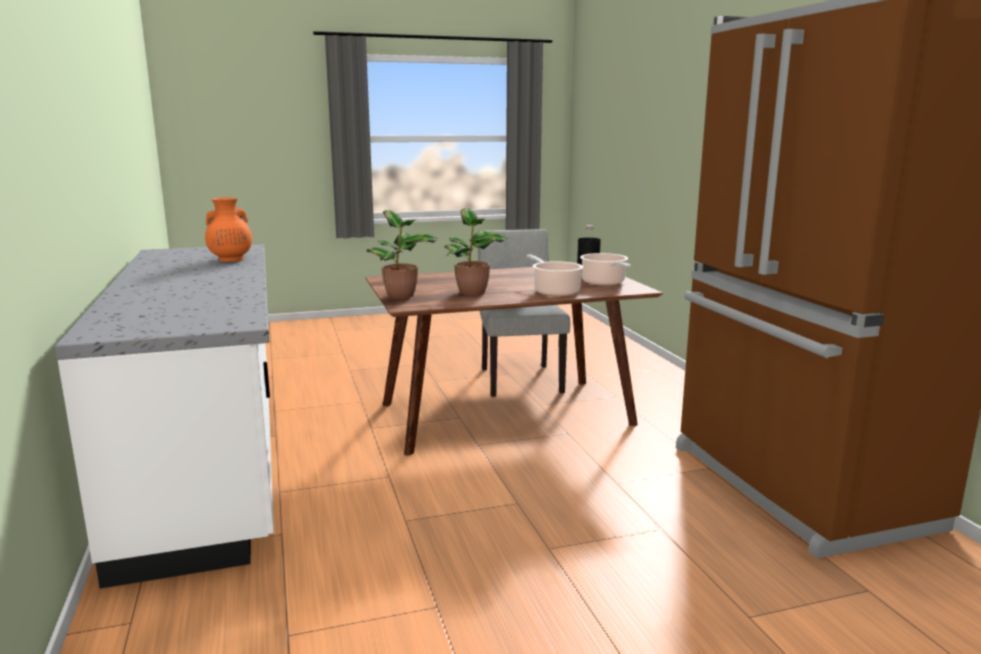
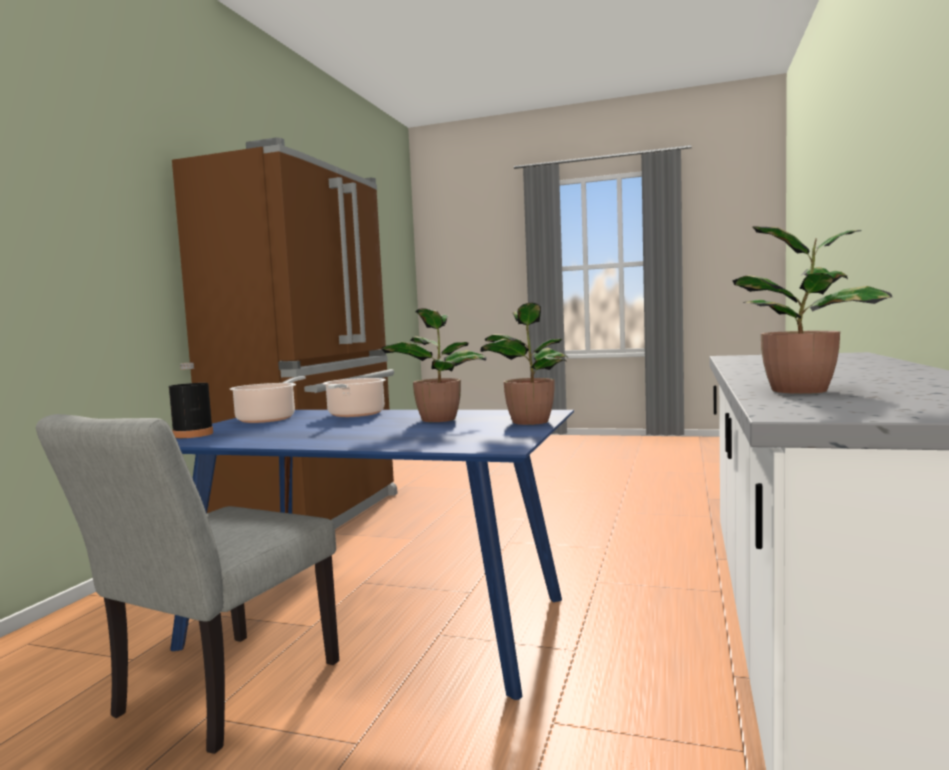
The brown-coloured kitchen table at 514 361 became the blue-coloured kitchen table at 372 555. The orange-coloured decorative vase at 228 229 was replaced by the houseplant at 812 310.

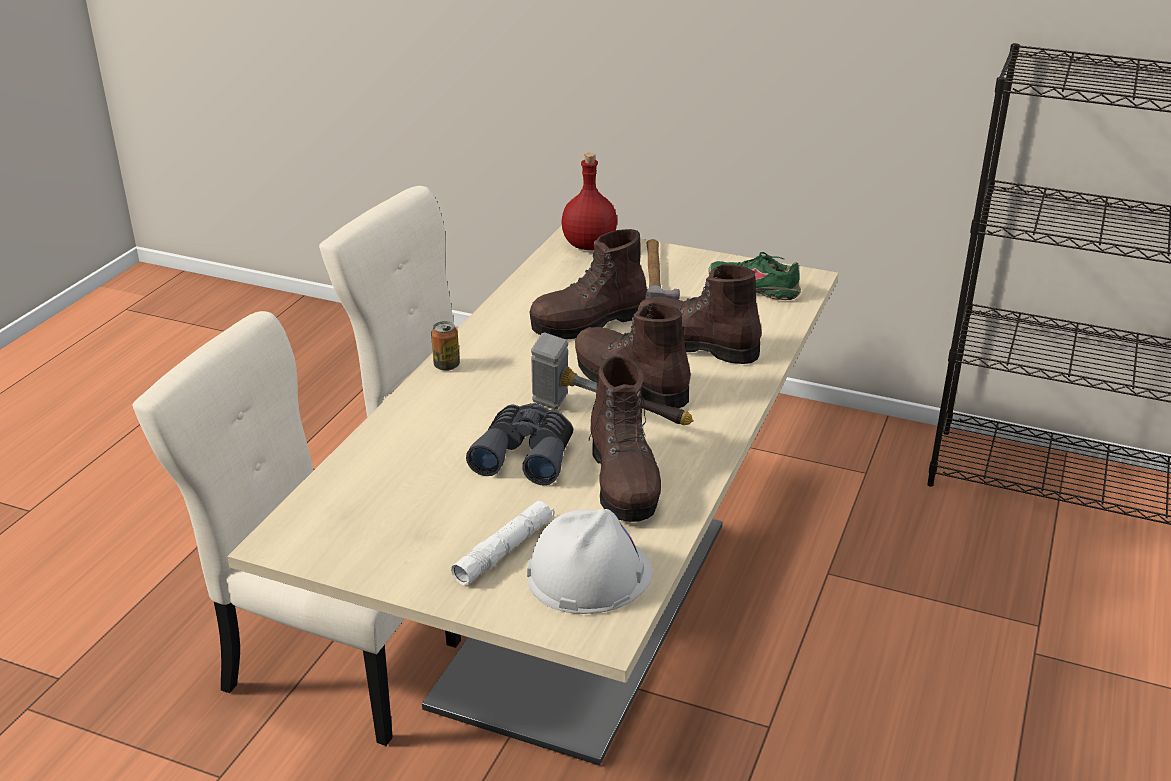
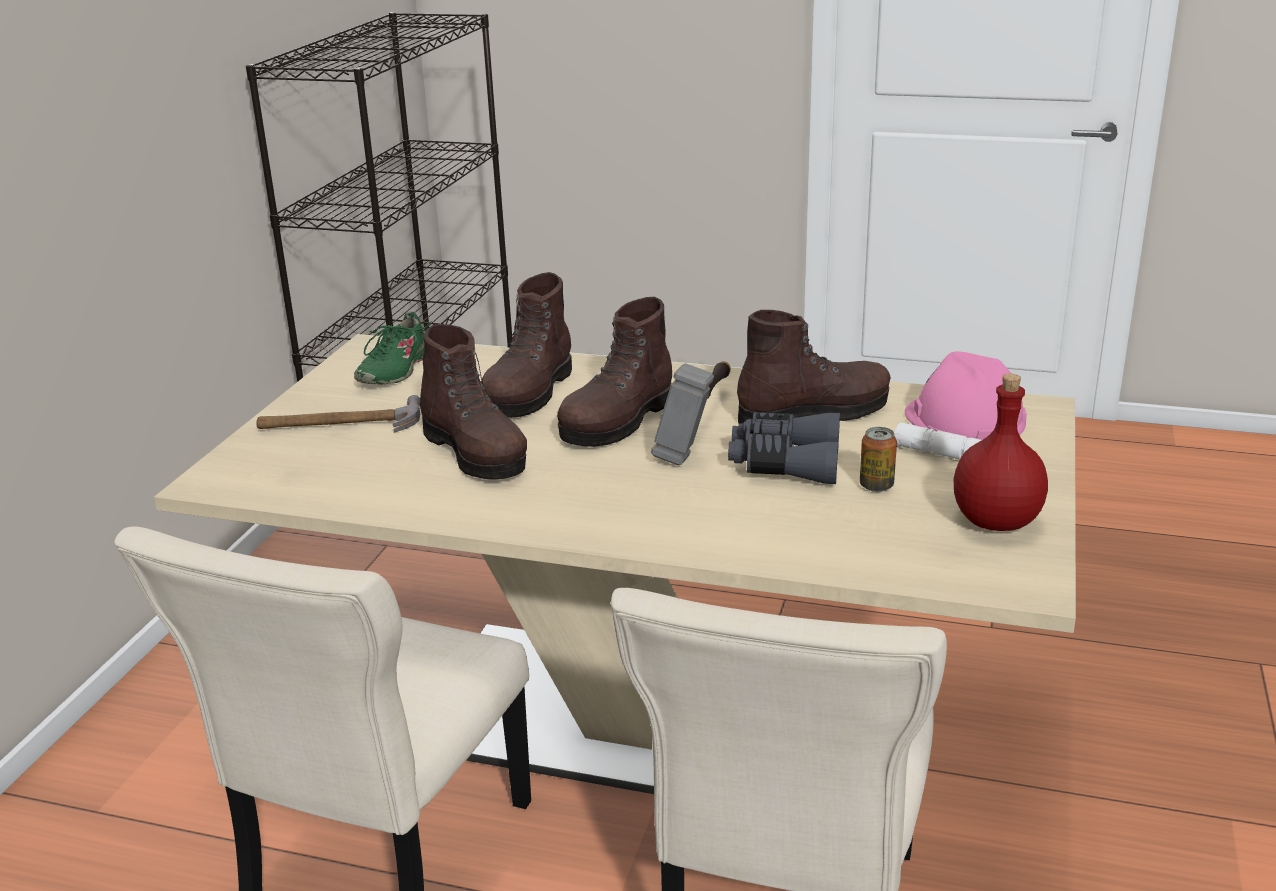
The sealed can moved from 445 346 to 878 459. The white-coloured safety helmet at 590 561 became the pinkish safety helmet at 966 395. The red bottle moved from 589 201 to 1001 452.

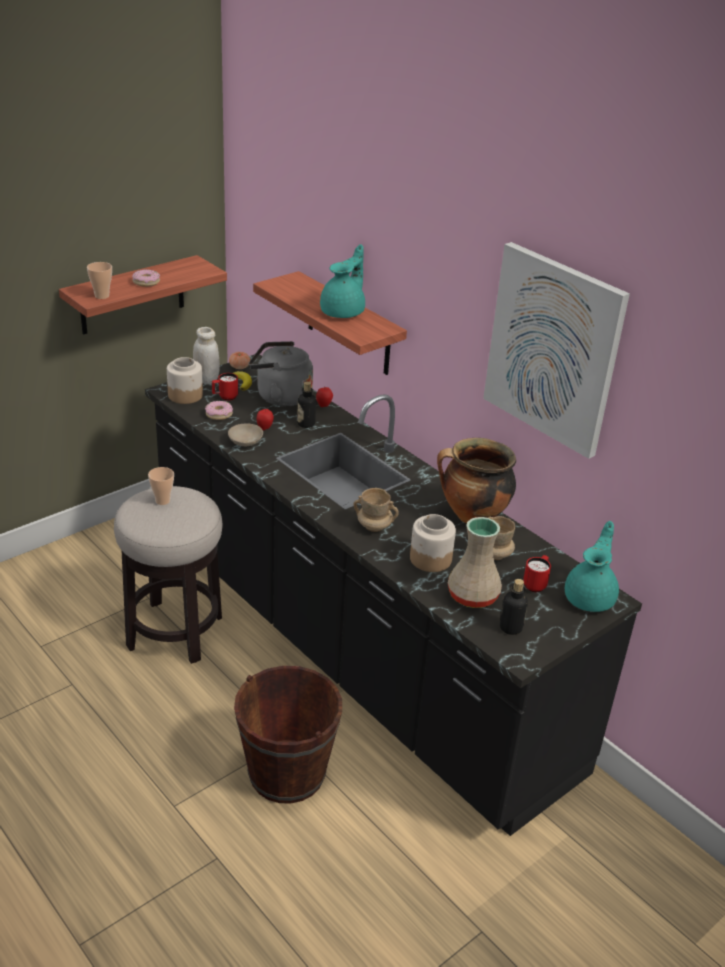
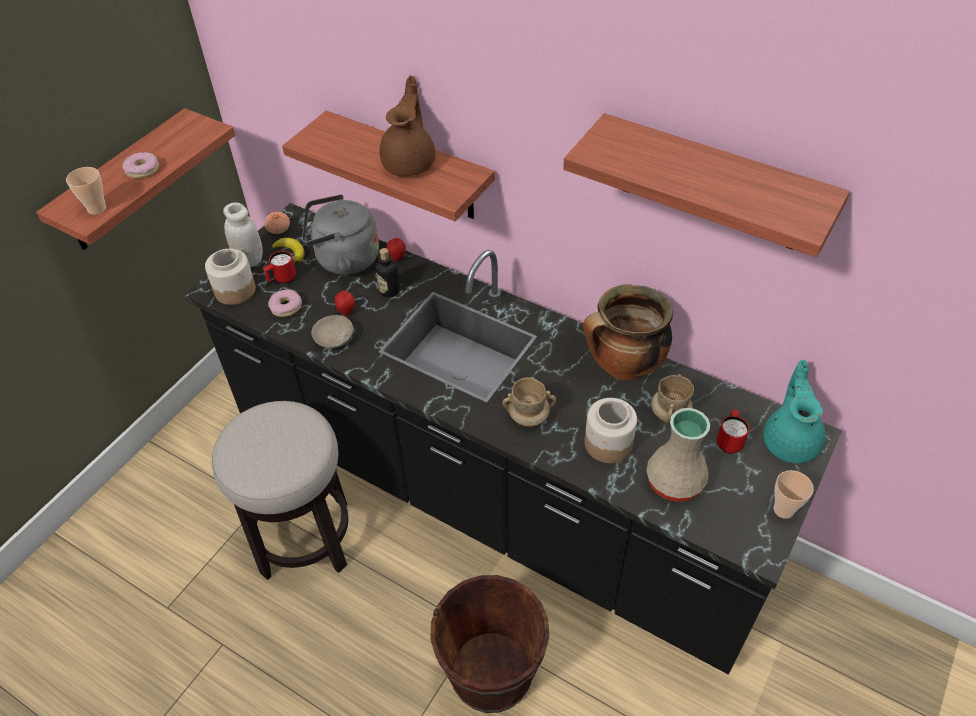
The turquoise-coloured pot for tea at 342 281 became the brown-coloured pot for tea at 408 125. The wall art at 556 350 was replaced by the wall shelf at 706 185. The cup moved from 161 486 to 794 494. The bottle at 514 607 disappeared.

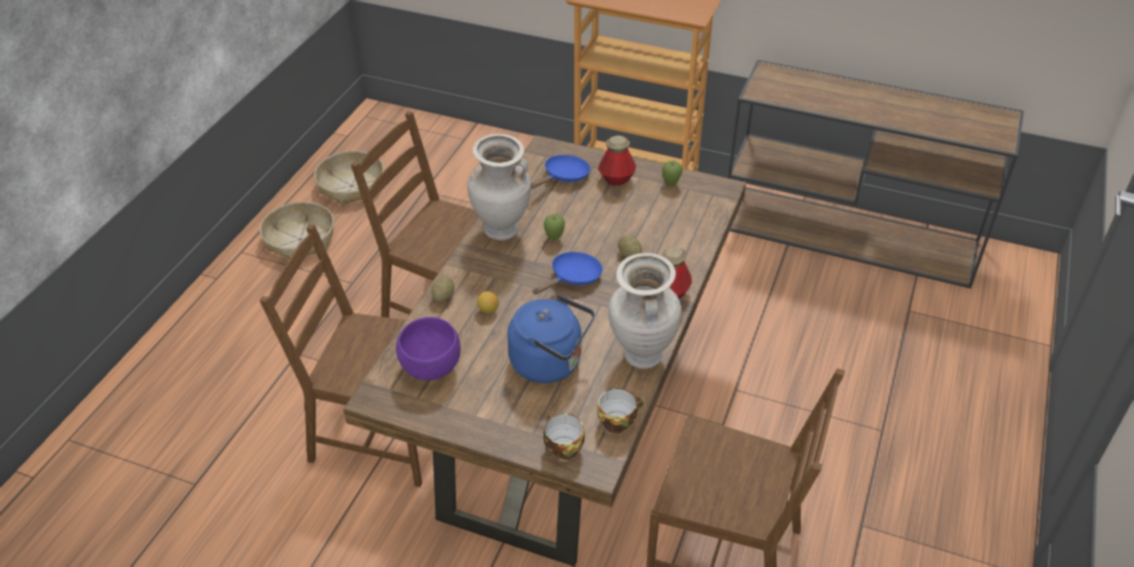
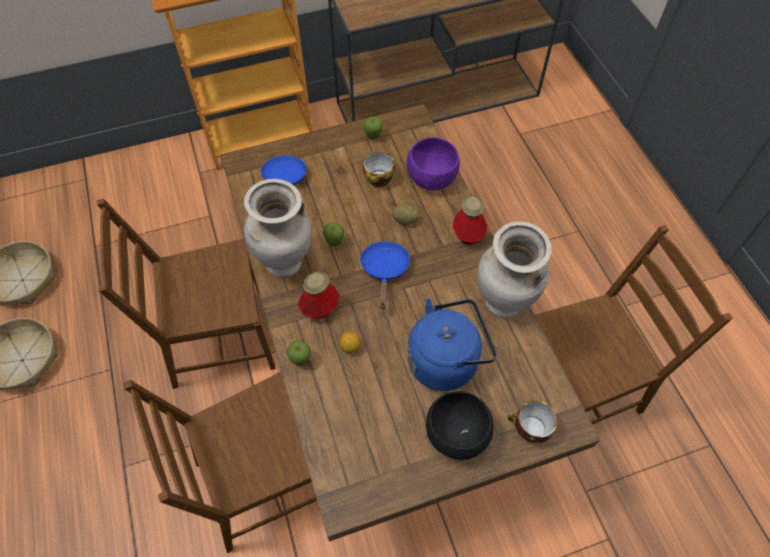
The whole potato at 442 289 was replaced by the apple fruit at 299 353. The bottle moved from 617 160 to 318 295. The cup moved from 620 410 to 379 169. The purple-coloured serving bowl moved from 428 348 to 433 163. The blackish serving bowl at 460 425 appeared.

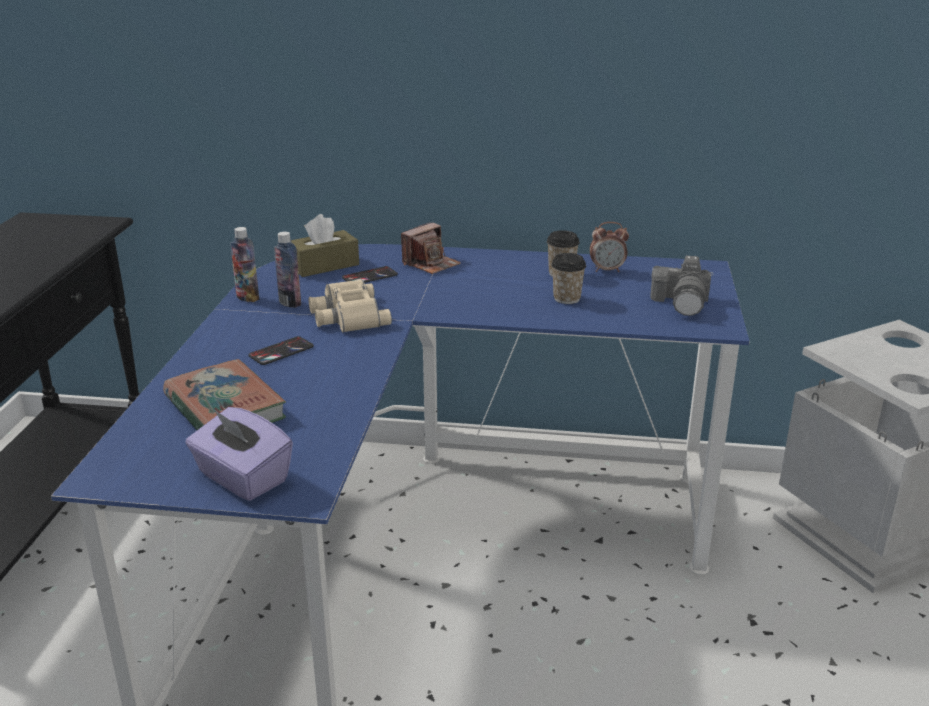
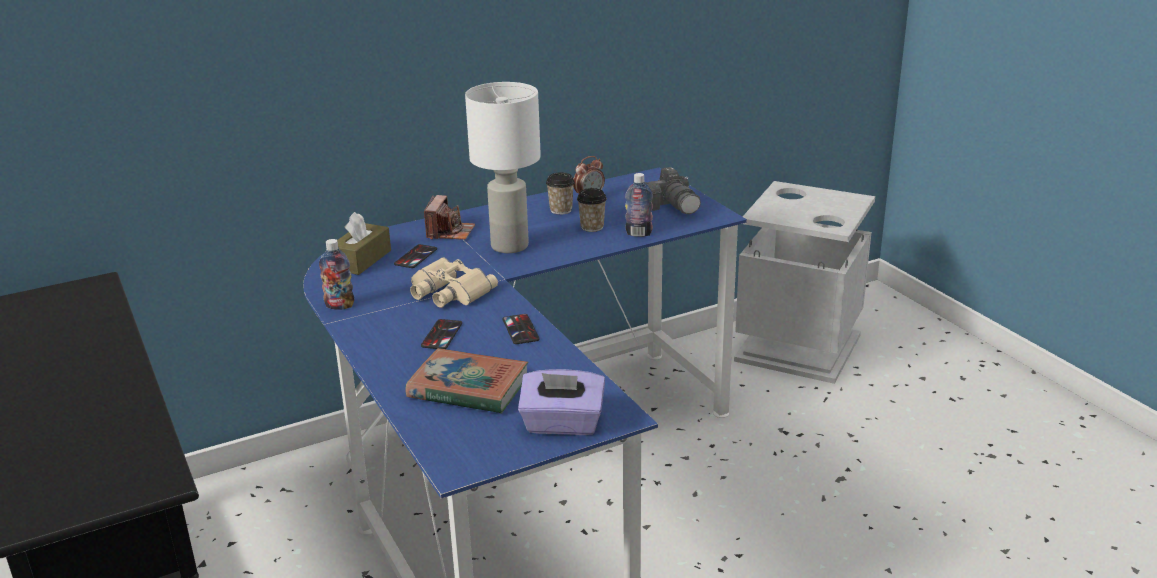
The white-coloured tabletop lamp at 503 167 appeared. The phone at 521 329 appeared. The bottle moved from 287 270 to 639 205.

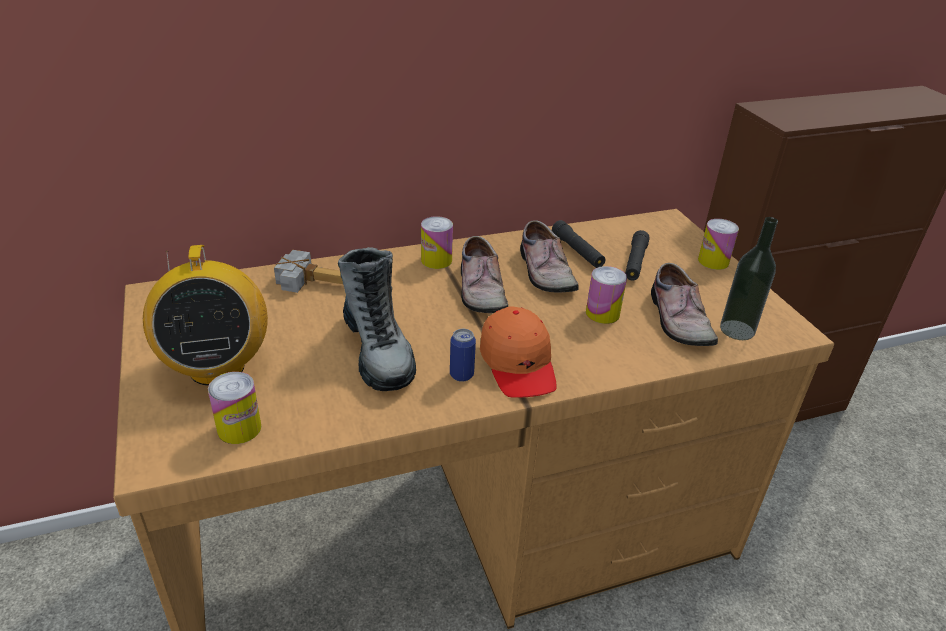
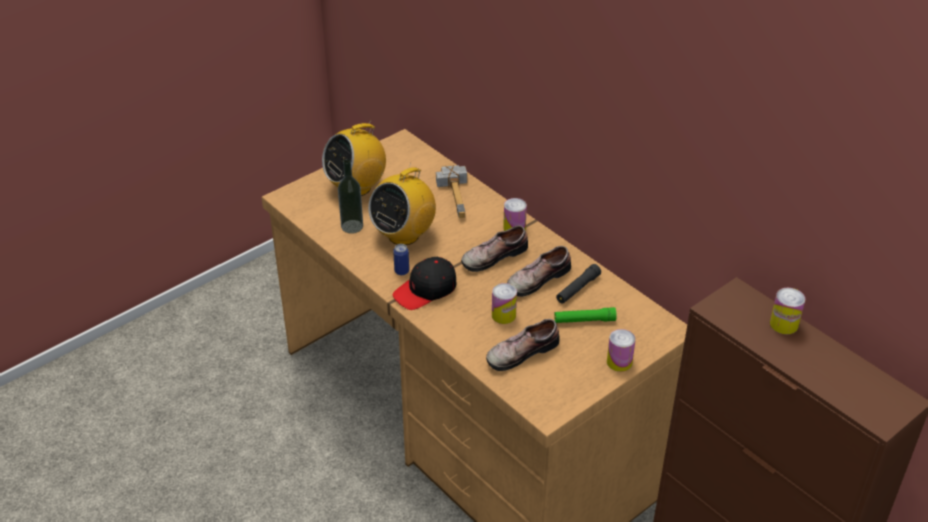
The bottle moved from 749 278 to 350 196. The tall boot at 377 319 was replaced by the radio at 402 204. The orange-coloured peaked cap at 518 352 became the blackish peaked cap at 425 283. The blackish flashlight at 637 255 became the greenish flashlight at 585 315. The sealed can moved from 234 408 to 787 311.

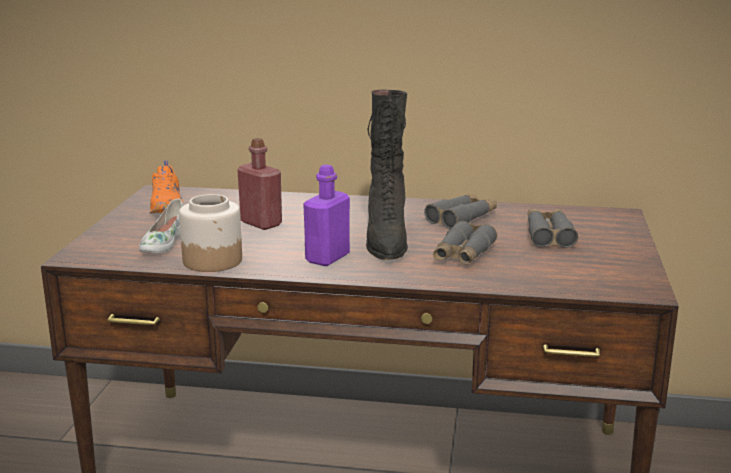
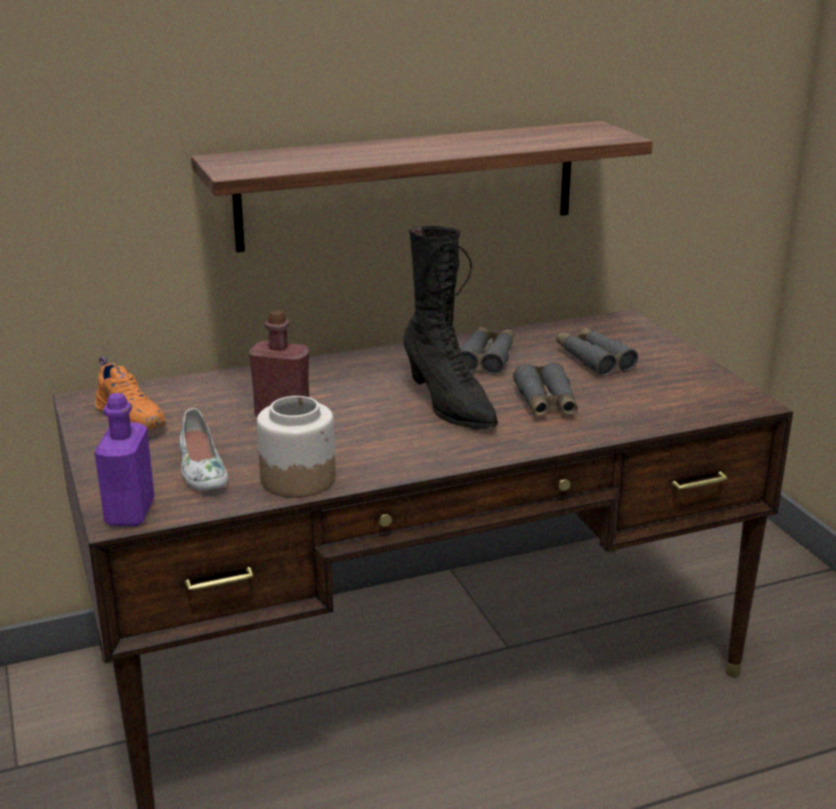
The purple-coloured bottle moved from 326 215 to 124 459. The wall shelf at 422 186 appeared.

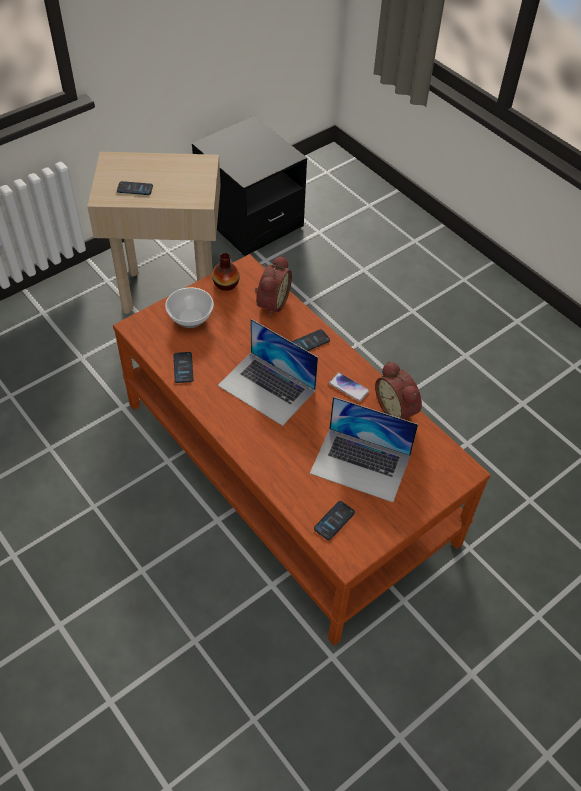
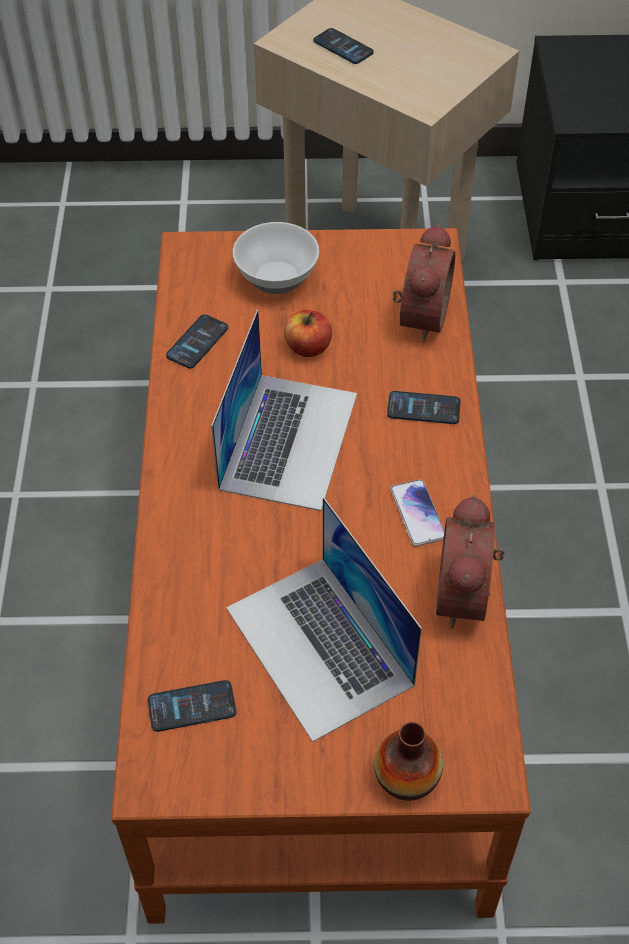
The notebook computer at 268 372 turned 150 degrees counterclockwise. The apple fruit at 308 333 appeared. The decorative vase moved from 226 272 to 408 761. The table clock at 273 285 turned 45 degrees counterclockwise.

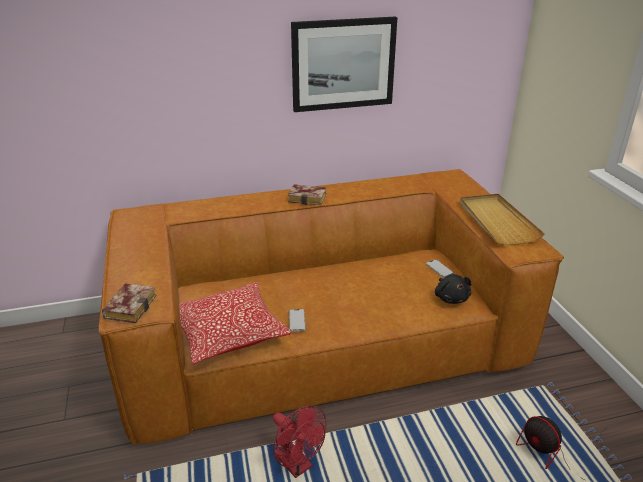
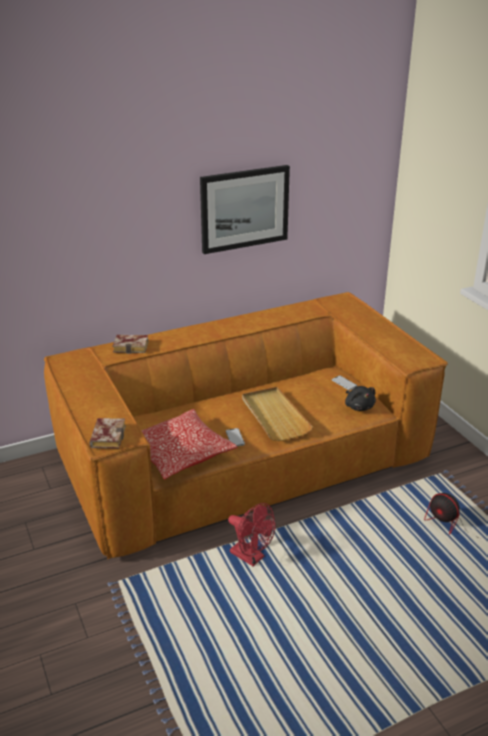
The volume moved from 307 194 to 130 344. The sand-coloured carrying tray moved from 502 219 to 277 414.

